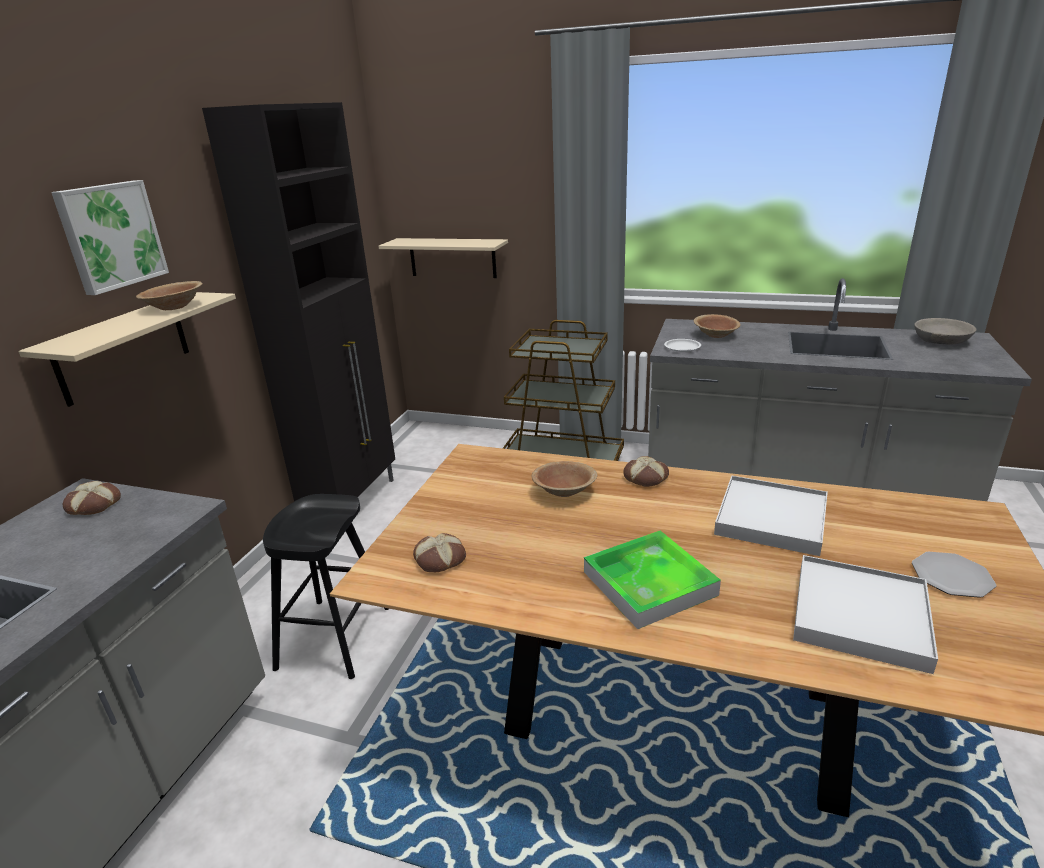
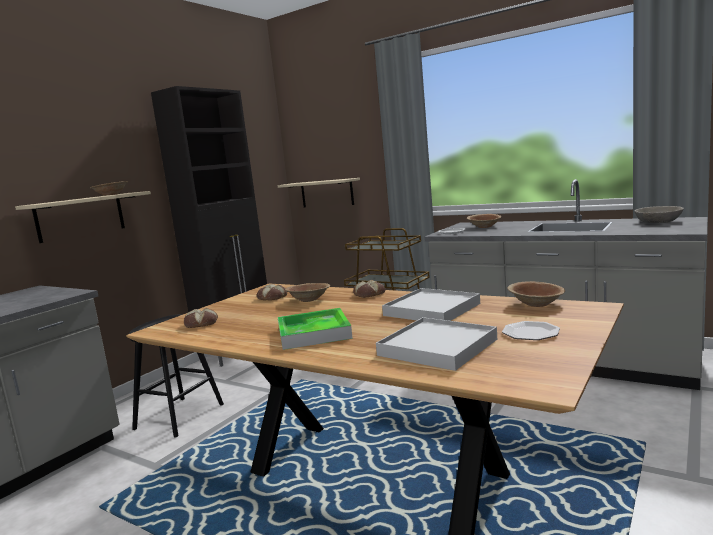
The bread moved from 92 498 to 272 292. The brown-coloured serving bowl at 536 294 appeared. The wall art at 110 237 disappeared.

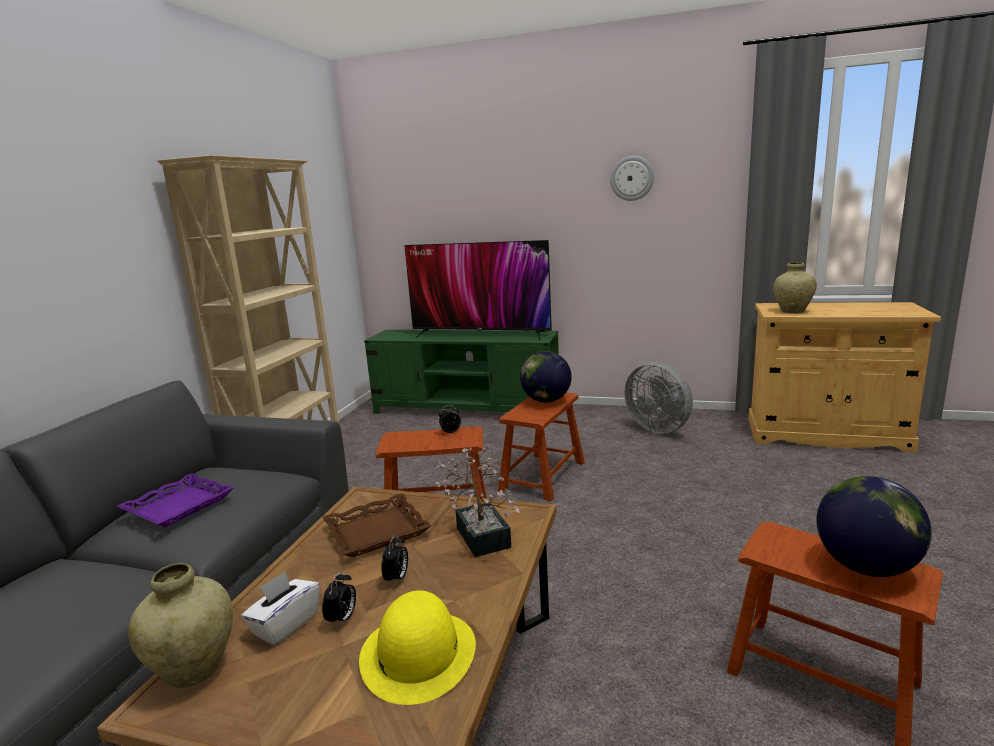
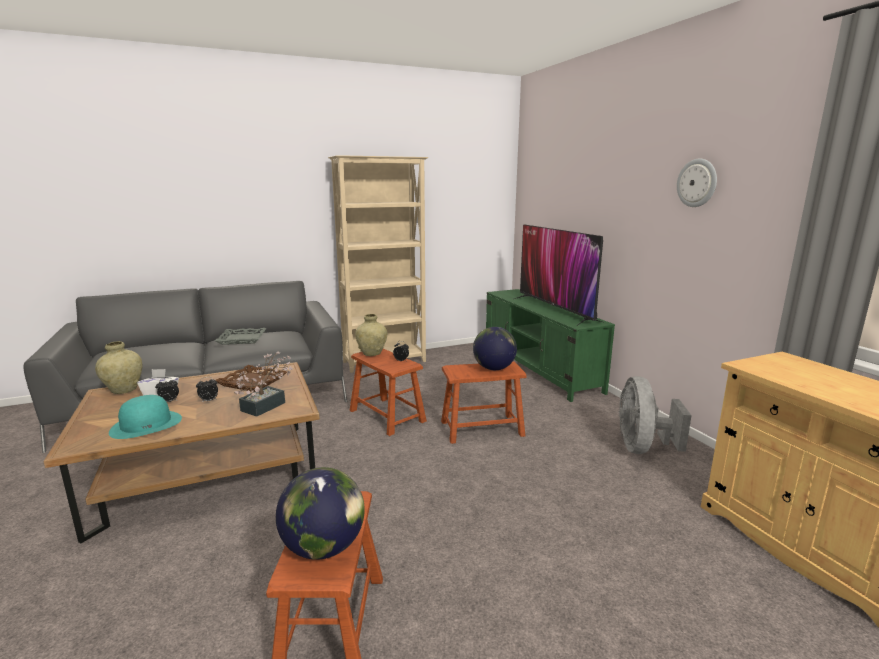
The yellow wearable hat at 417 647 became the turquoise-coloured wearable hat at 145 417. The purple-coloured carrying tray at 175 500 became the grey carrying tray at 241 336. The sand-coloured decorative vase moved from 795 287 to 371 335.

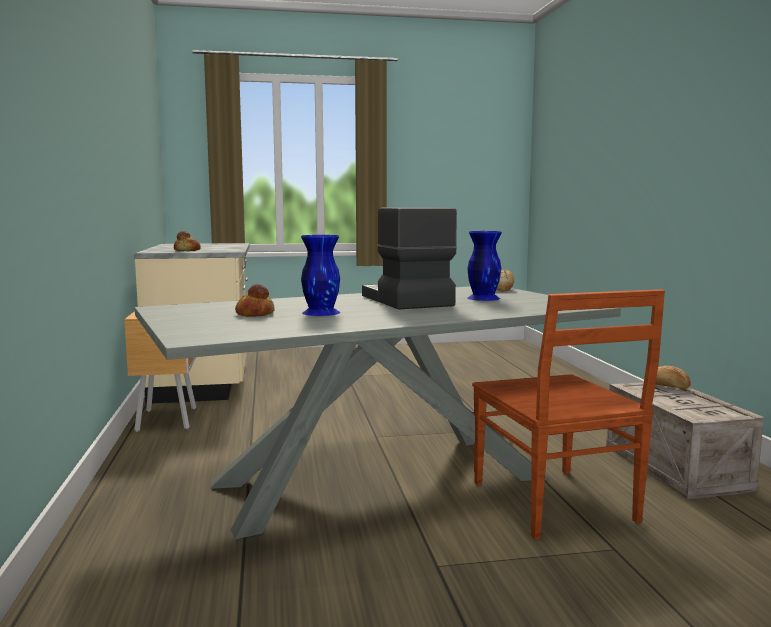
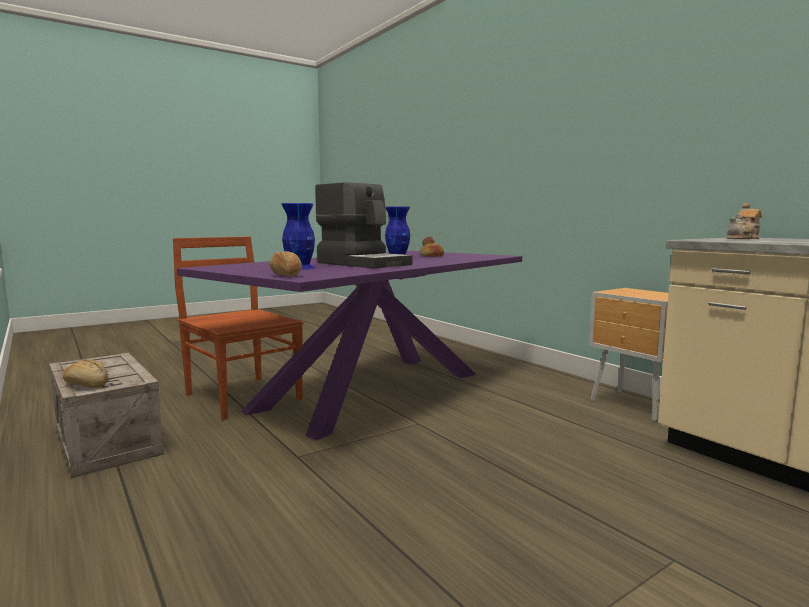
The grey kitchen table at 378 412 became the purple-coloured kitchen table at 349 345. The bread at 187 241 was replaced by the pot for tea at 744 221.

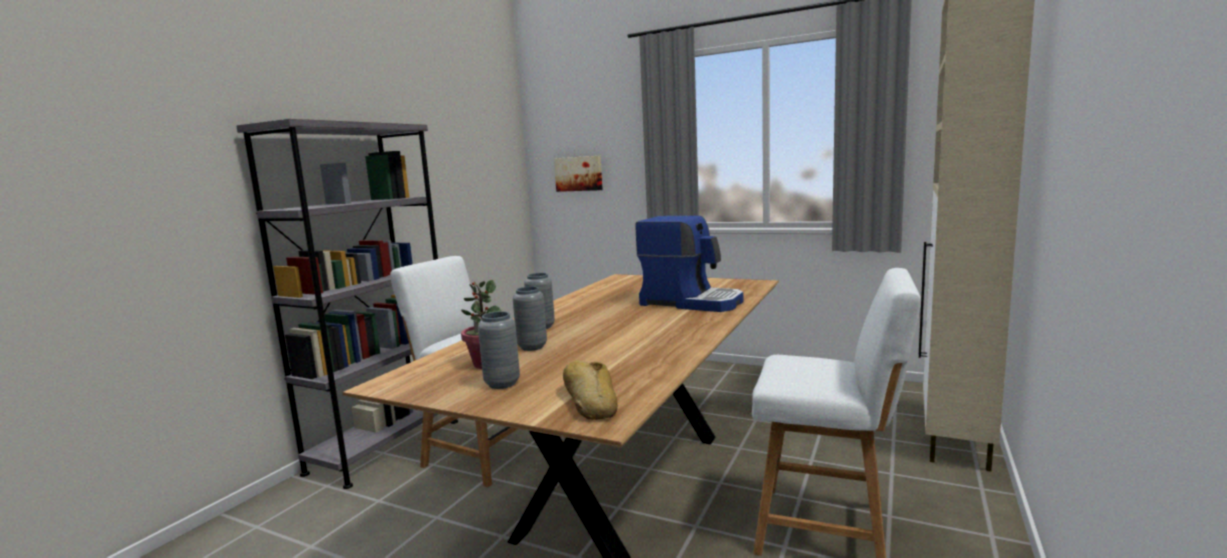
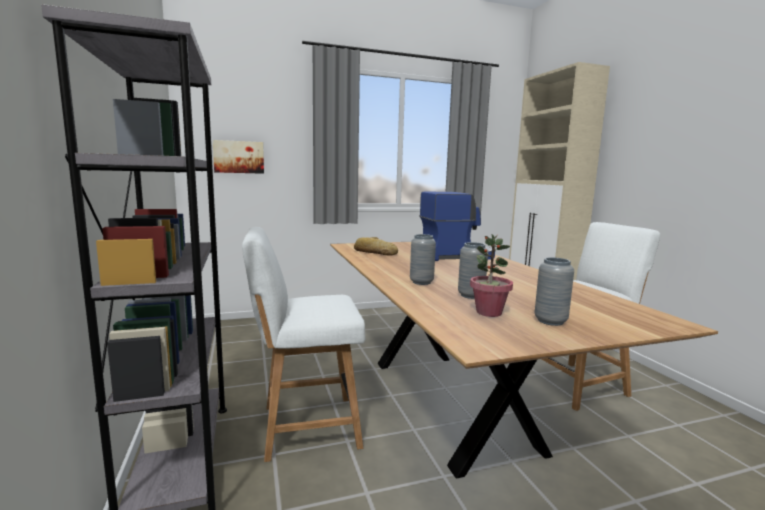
The bread moved from 590 390 to 376 246.

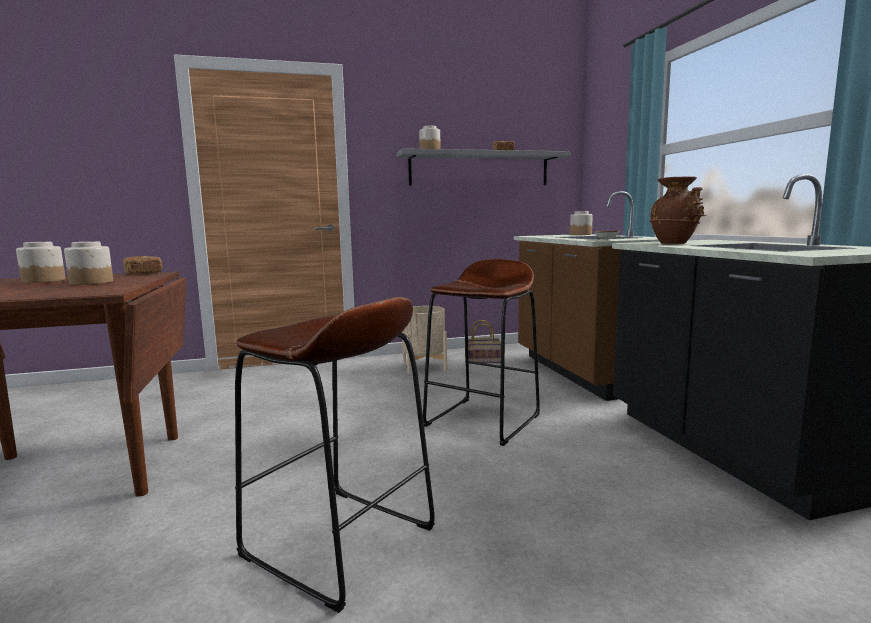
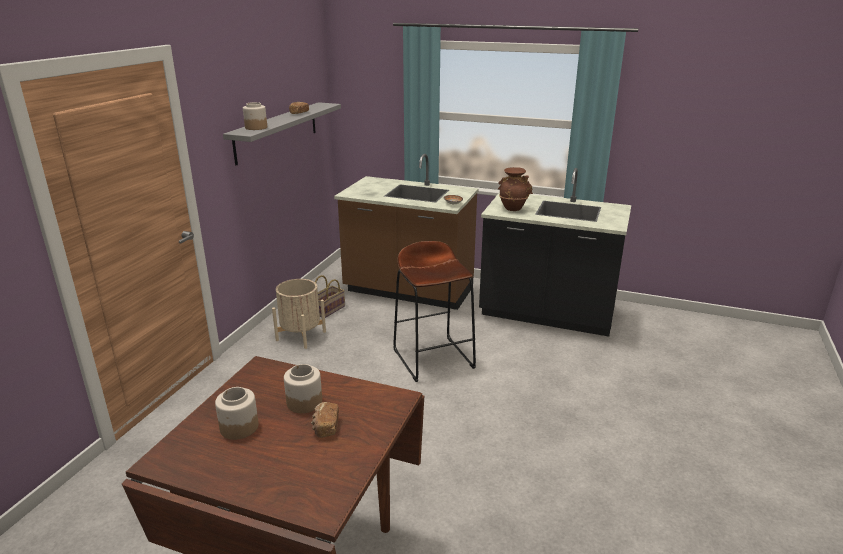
The bread moved from 142 265 to 325 420. The brown-coloured stool at 335 455 disappeared. The preserve jar at 581 223 disappeared.

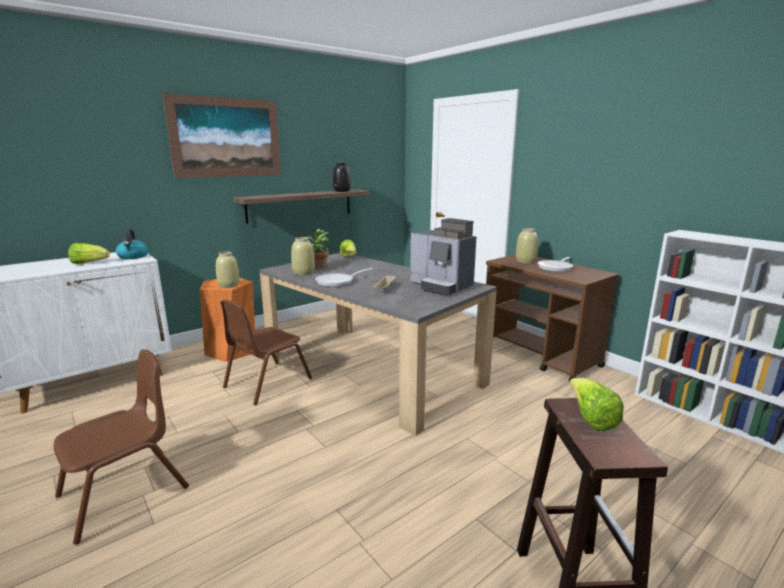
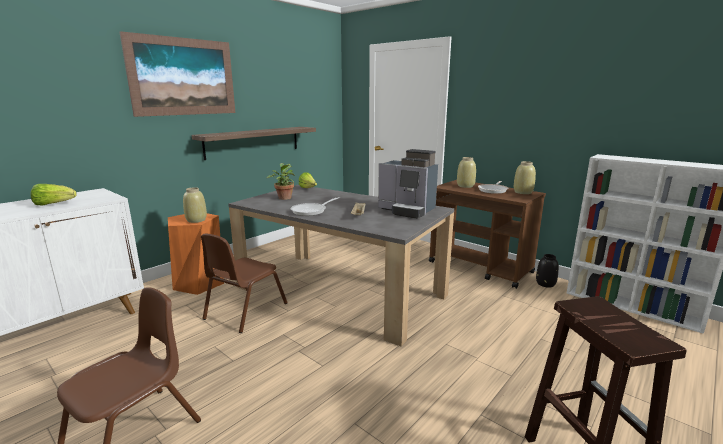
The sand-coloured decorative vase moved from 303 256 to 525 177. The blackish decorative vase moved from 342 177 to 547 271. The water kettle at 132 244 disappeared. The lettuce at 597 404 disappeared.

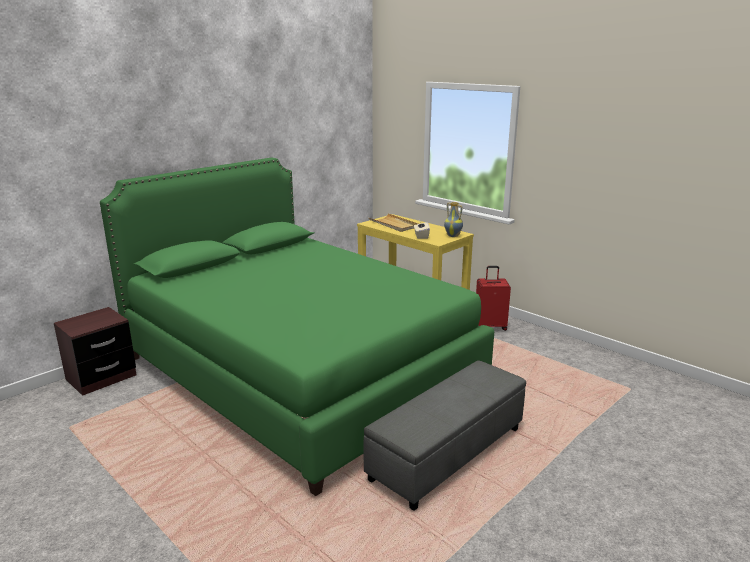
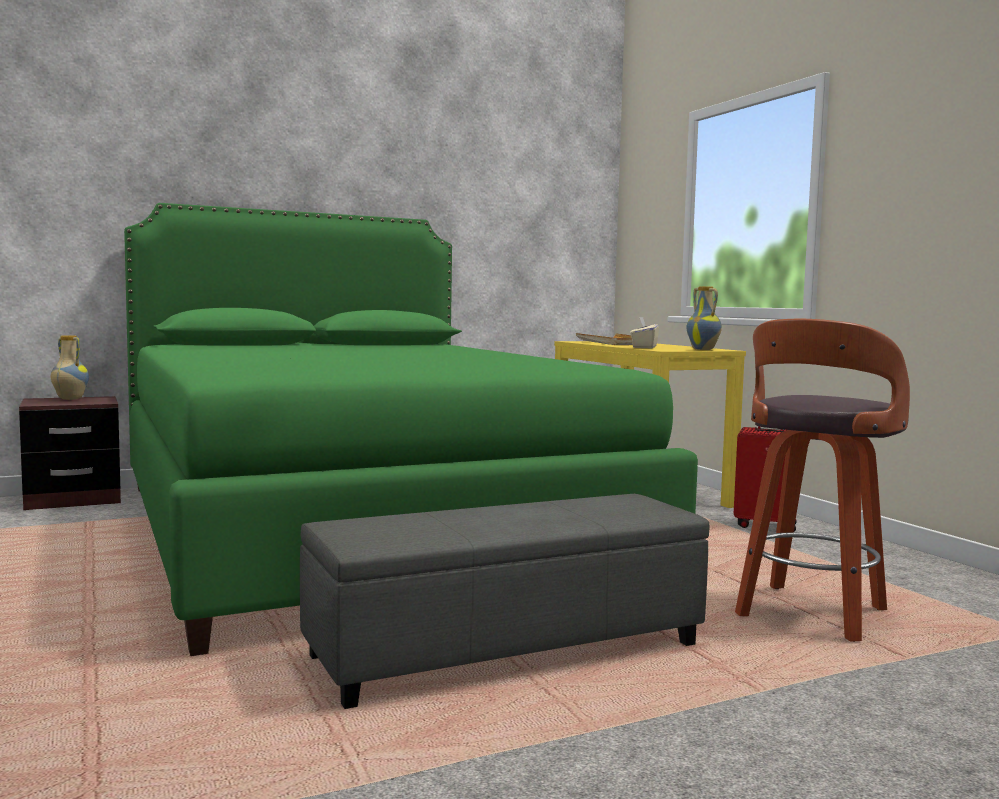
The decorative vase at 70 367 appeared. The stool at 822 480 appeared.

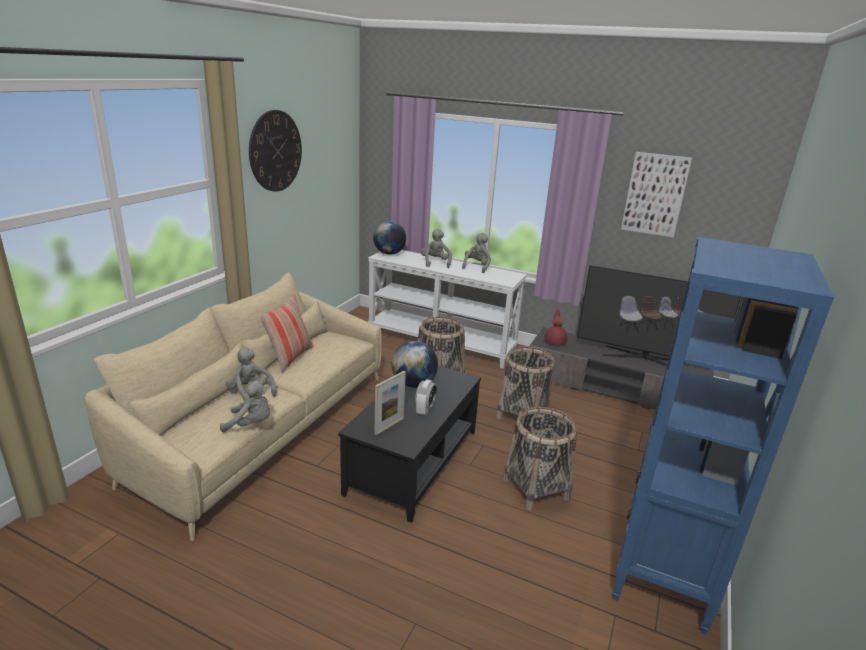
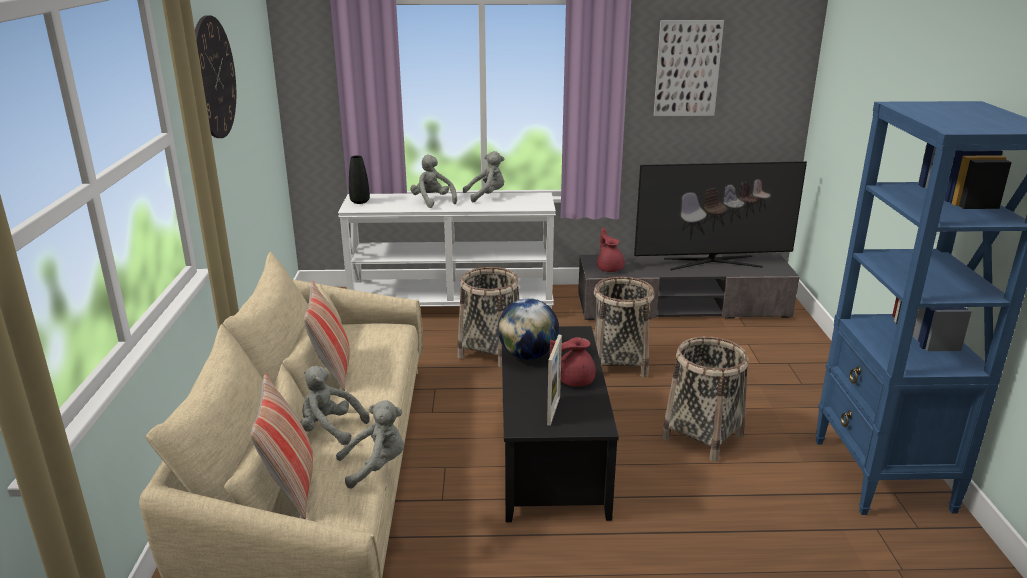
The pillow at 282 446 appeared. The desk globe at 389 238 was replaced by the blackish decorative vase at 359 179. The grey cuddly toy at 476 253 turned 75 degrees clockwise. The table clock at 426 398 was replaced by the red pot for tea at 573 362.

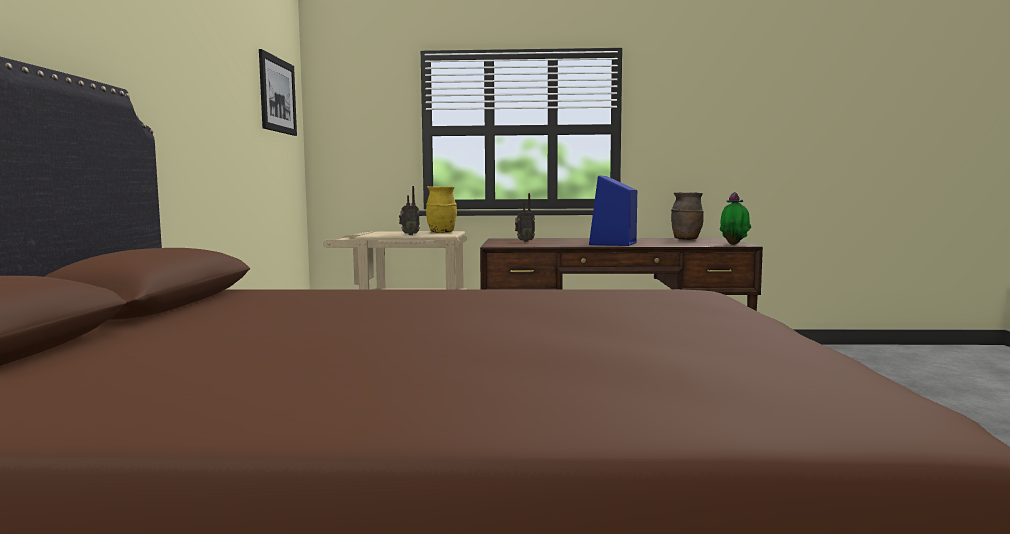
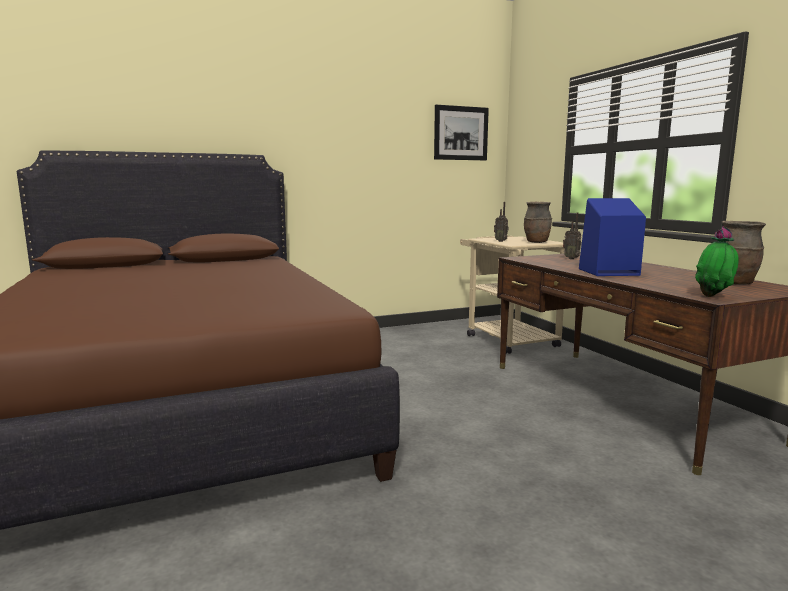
The yellow decorative vase at 441 209 became the brown-coloured decorative vase at 538 222.

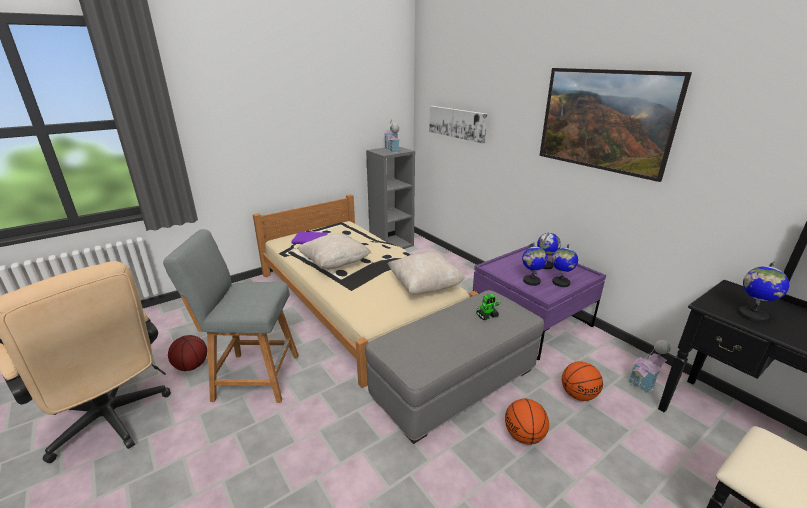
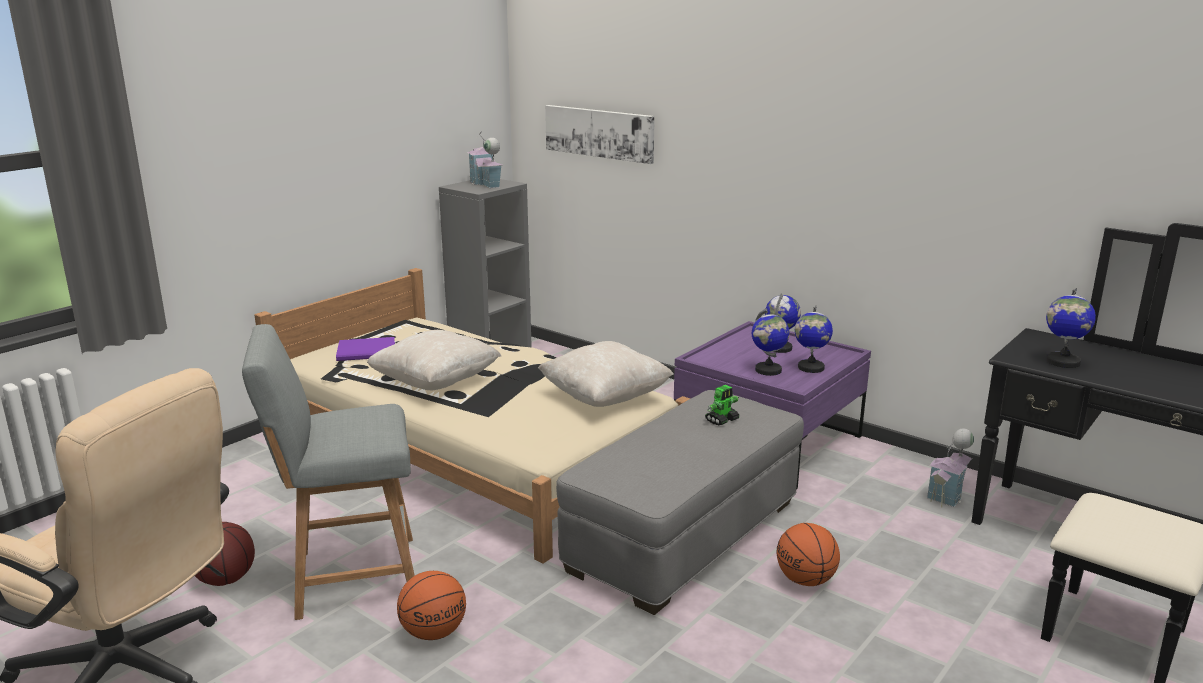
The basketball ball moved from 582 381 to 431 605. The wall art at 616 125 disappeared.

